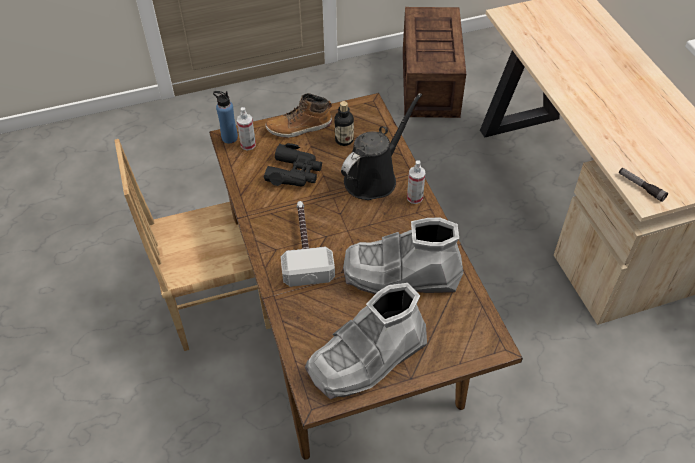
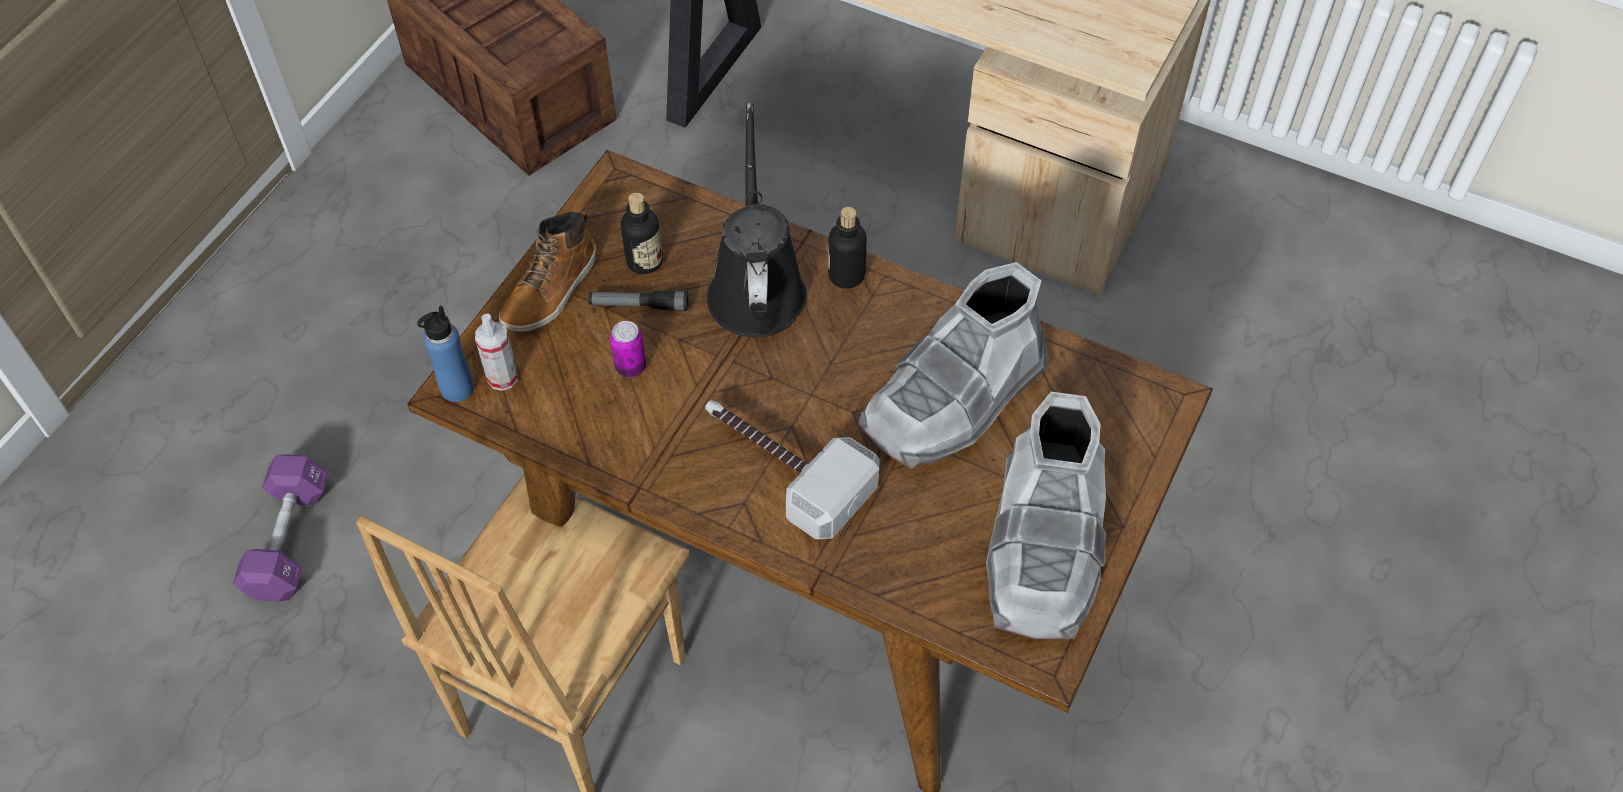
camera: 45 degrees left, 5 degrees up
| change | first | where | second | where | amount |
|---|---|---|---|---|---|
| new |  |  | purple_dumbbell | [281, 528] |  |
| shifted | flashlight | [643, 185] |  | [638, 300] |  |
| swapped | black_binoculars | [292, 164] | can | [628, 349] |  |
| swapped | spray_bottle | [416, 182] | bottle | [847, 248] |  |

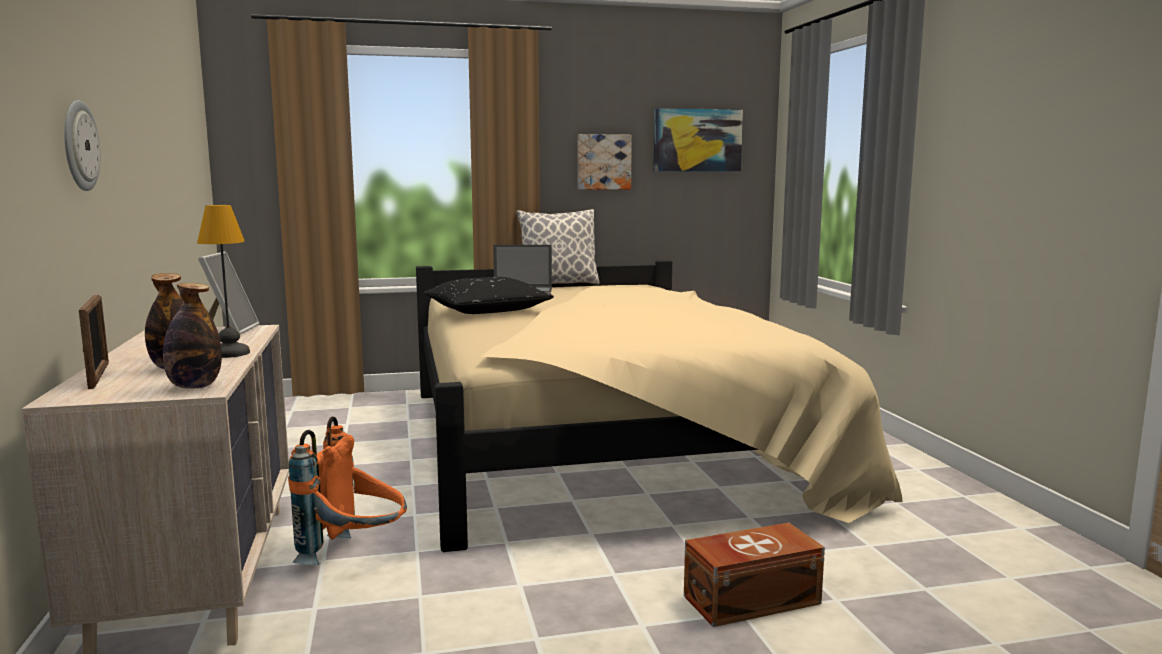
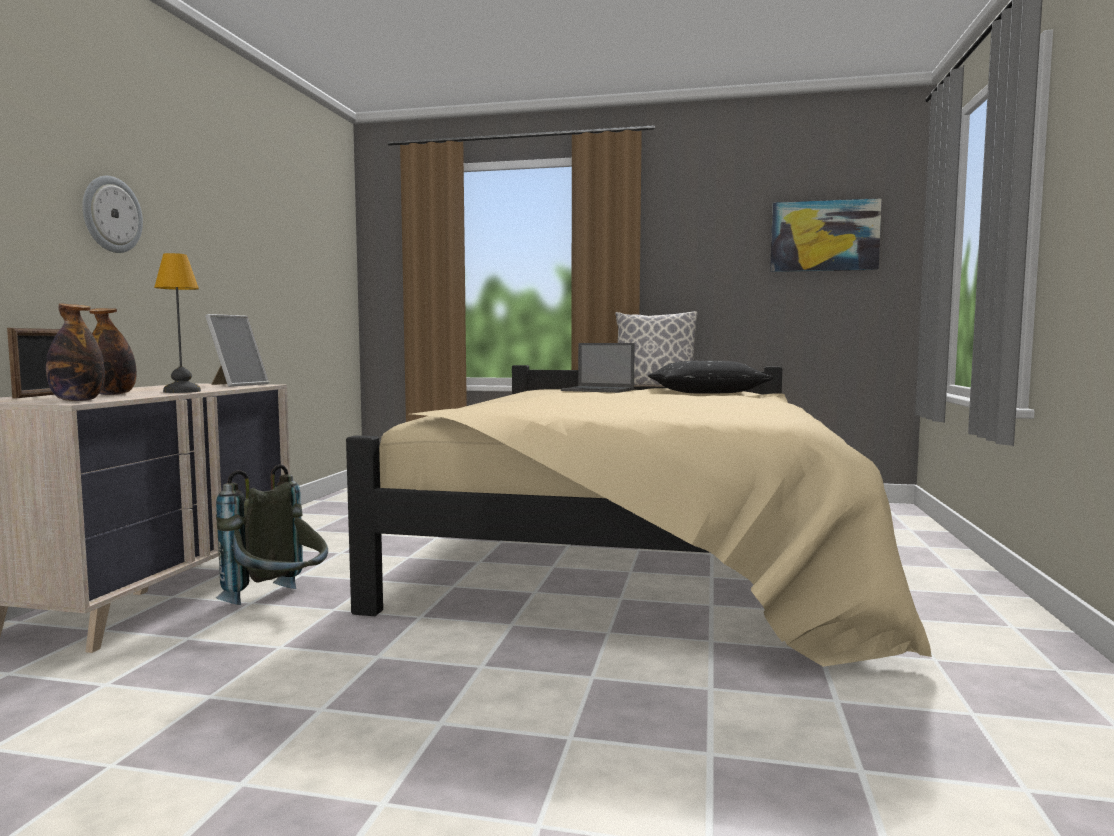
camera: 25 degrees right, 5 degrees down
| change | first | where | second | where | amount |
|---|---|---|---|---|---|
| gone | picture | [605, 162] |  |  |  |
| gone | brown_storage_box | [754, 575] |  |  |  |
| shifted | black_pillow | [488, 295] |  | [710, 377] |  |
| repainted | orange_backpack | [347, 490] | grey_backpack | [272, 534] |  |

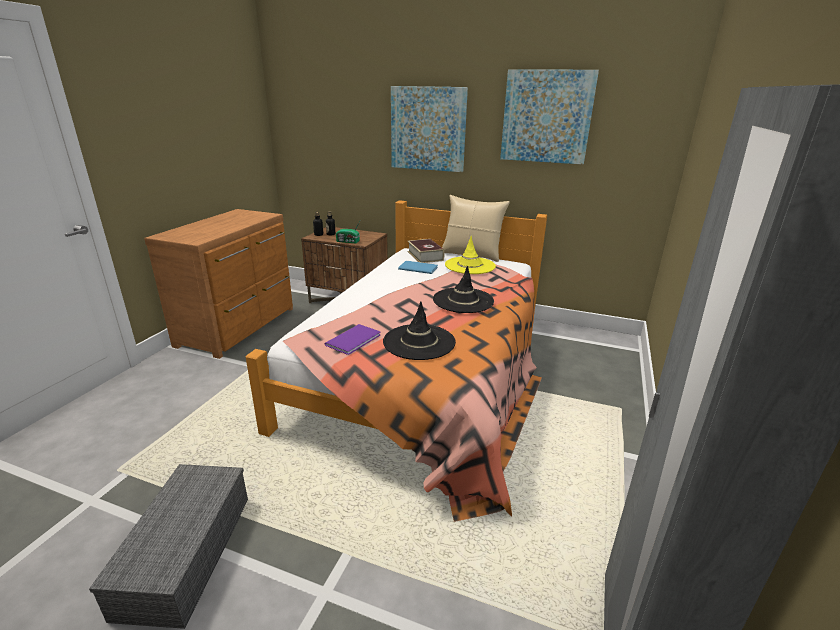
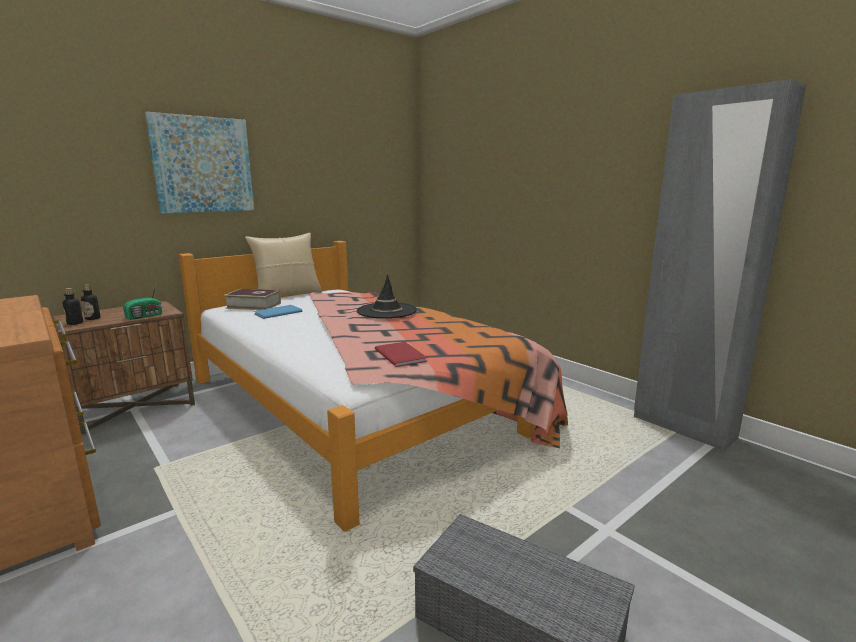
camera: 60 degrees left, 10 degrees down
| change | first | where | second | where | amount |
|---|---|---|---|---|---|
| gone | black_hat | [419, 330] |  |  |  |
| gone | yellow_hat | [470, 255] |  |  |  |
| gone | picture | [549, 117] |  |  |  |
| repainted | purple_book | [352, 339] | red_book | [401, 354] |  |

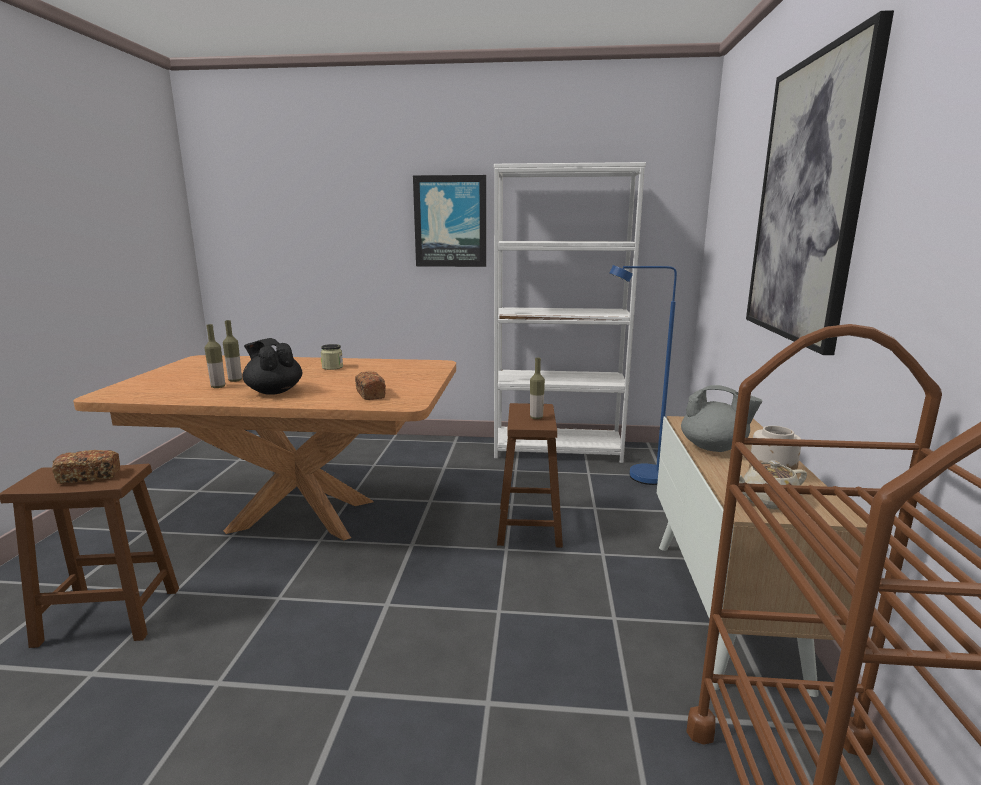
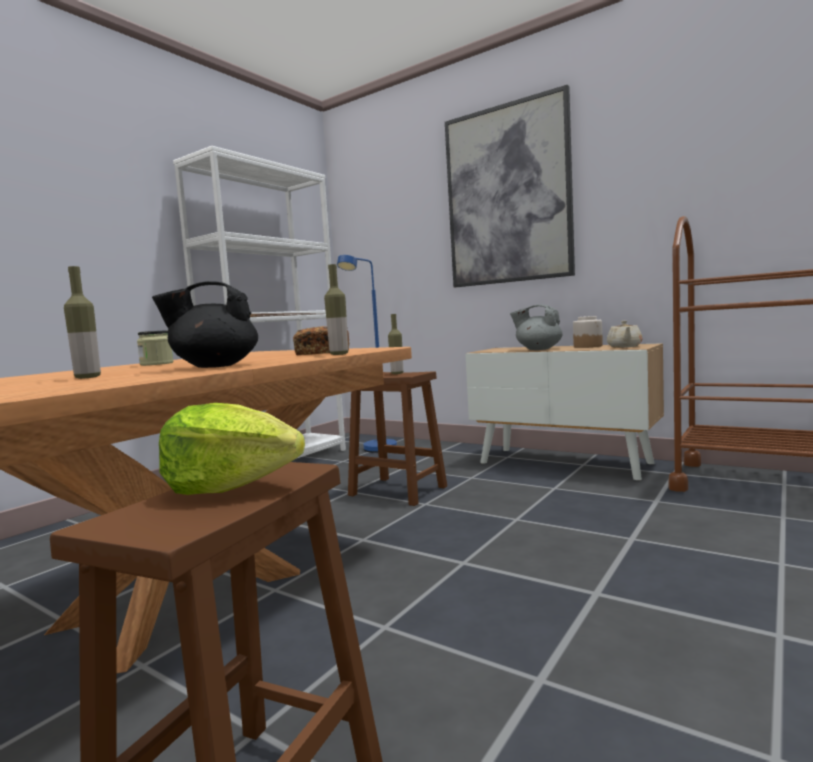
camera: 60 degrees left, 10 degrees down
| change | first | where | second | where | amount |
|---|---|---|---|---|---|
| gone | picture | [449, 221] |  |  |  |
| shifted | bottle | [215, 356] |  | [336, 309] |  |
| swapped | bread | [86, 467] | lettuce | [232, 449] |  |
| rotated | grey_teapot | [721, 418] |  | [536, 327] | 120 degrees counterclockwise |

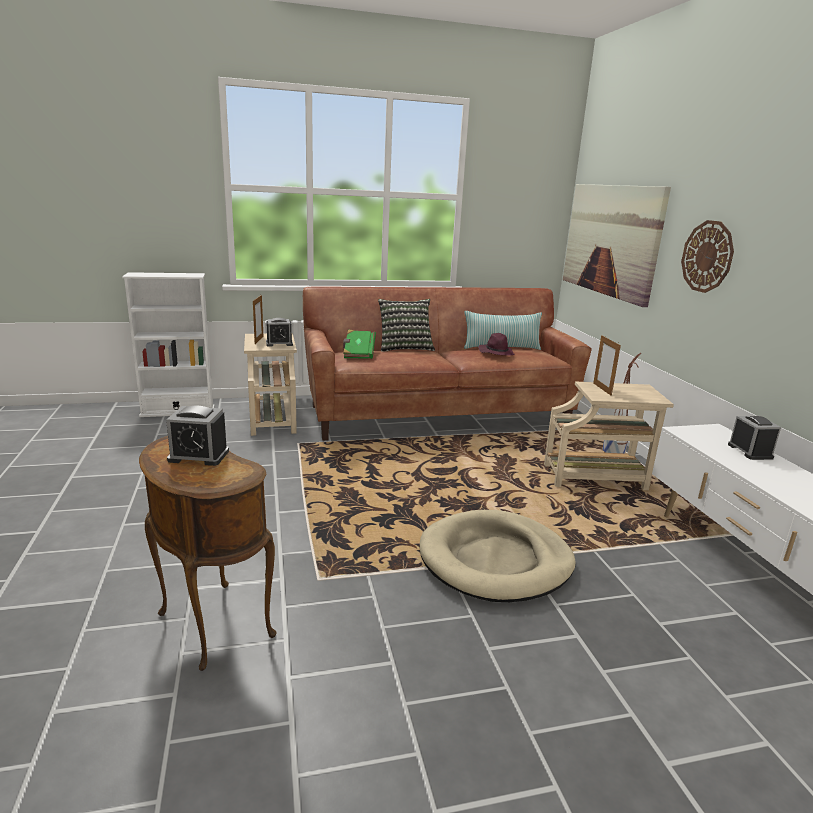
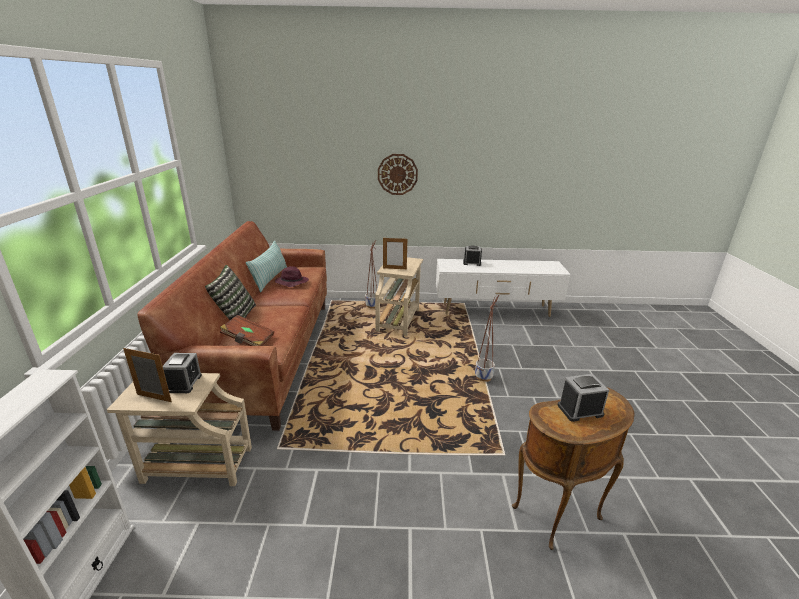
camera: 75 degrees left, 5 degrees up
| change | first | where | second | where | amount |
|---|---|---|---|---|---|
| gone | picture | [617, 245] |  |  |  |
| swapped | beige_dog_bed | [498, 556] | planter | [487, 338] |  |
| repainted | green_book | [359, 344] | brown_book | [247, 330] |  |
| rotated | alarm_clock | [197, 436] |  | [583, 398] | 120 degrees counterclockwise |

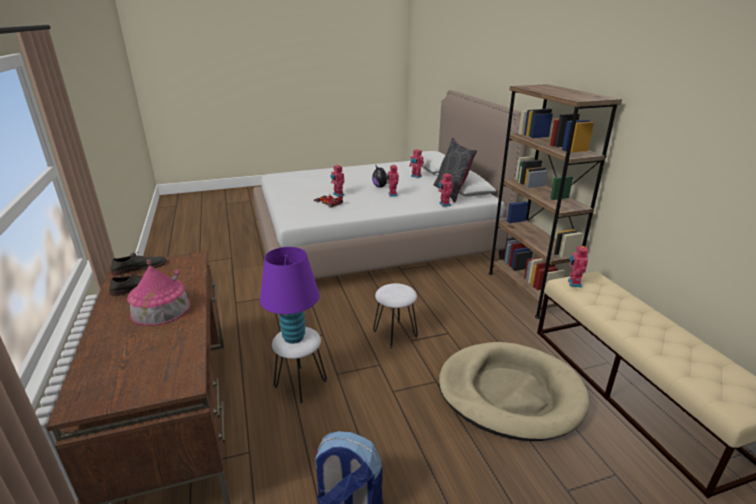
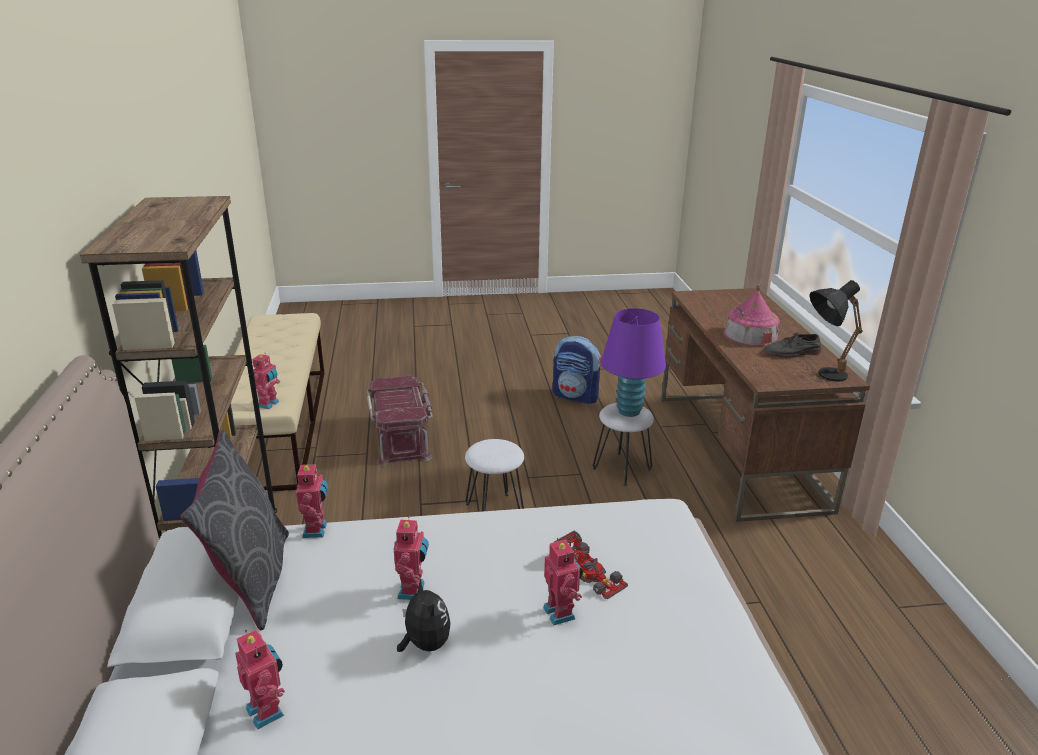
camera: 170 degrees left, 0 degrees up
| change | first | where | second | where | amount |
|---|---|---|---|---|---|
| swapped | grey_shoe | [138, 264] | black_table_lamp | [836, 331] |  |
| swapped | beige_dog_bed | [514, 391] | red_storage_box | [400, 421] |  |

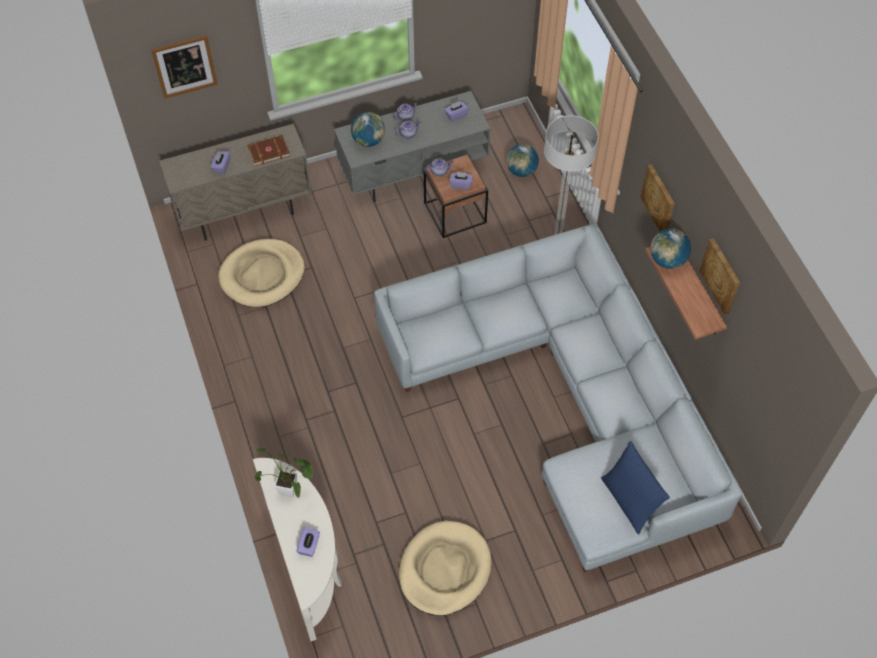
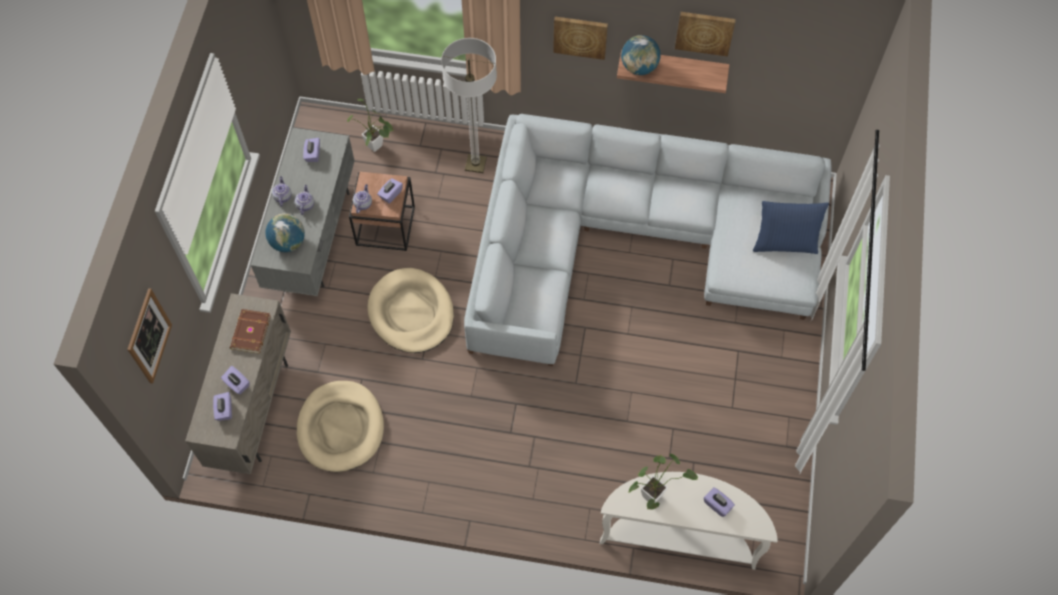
camera: 60 degrees left, 5 degrees up
| change | first | where | second | where | amount |
|---|---|---|---|---|---|
| new |  |  | purple_tissue_box | [222, 406] |  |
| shifted | beige_dog_bed | [445, 568] |  | [411, 310] |  |
| swapped | globe | [522, 160] | potted_plant | [370, 125] |  |

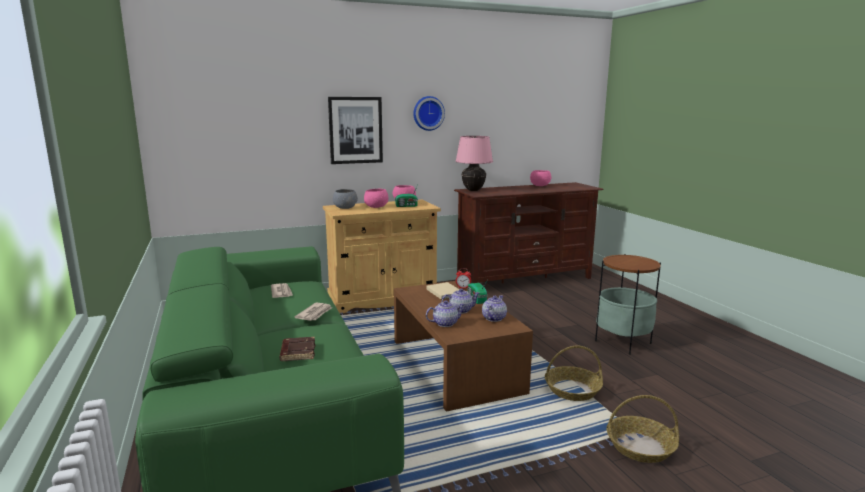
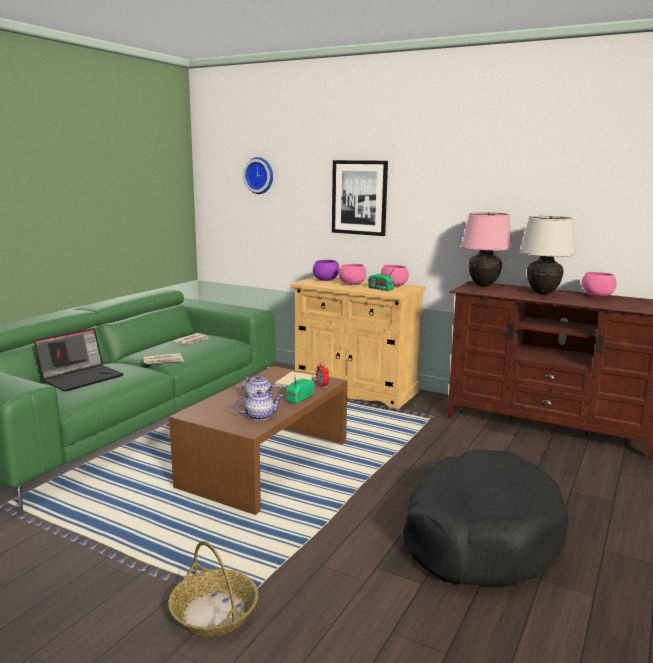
camera: 50 degrees right, 0 degrees up
| change | first | where | second | where | amount |
|---|---|---|---|---|---|
| gone | teapot | [445, 313] |  |  |  |
| gone | basket | [574, 373] |  |  |  |
| new |  |  | beige_table_lamp | [547, 255] |  |
| shifted | wall_clock | [429, 113] |  | [258, 175] |  |
| swapped | brown_book | [297, 349] | laptop | [79, 359] |  |
| swapped | side_table | [628, 304] | black_dog_bed | [486, 518] |  |
| repainted | grey_bowl | [345, 199] | purple_bowl | [326, 270] |  |

